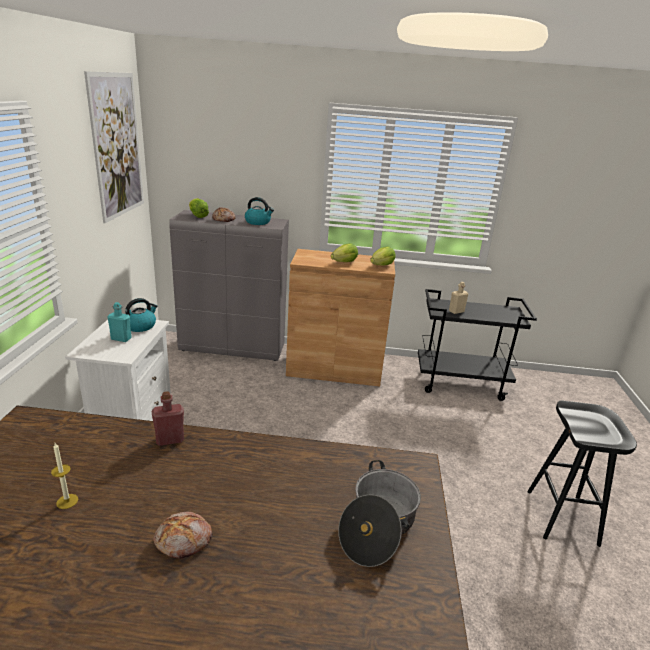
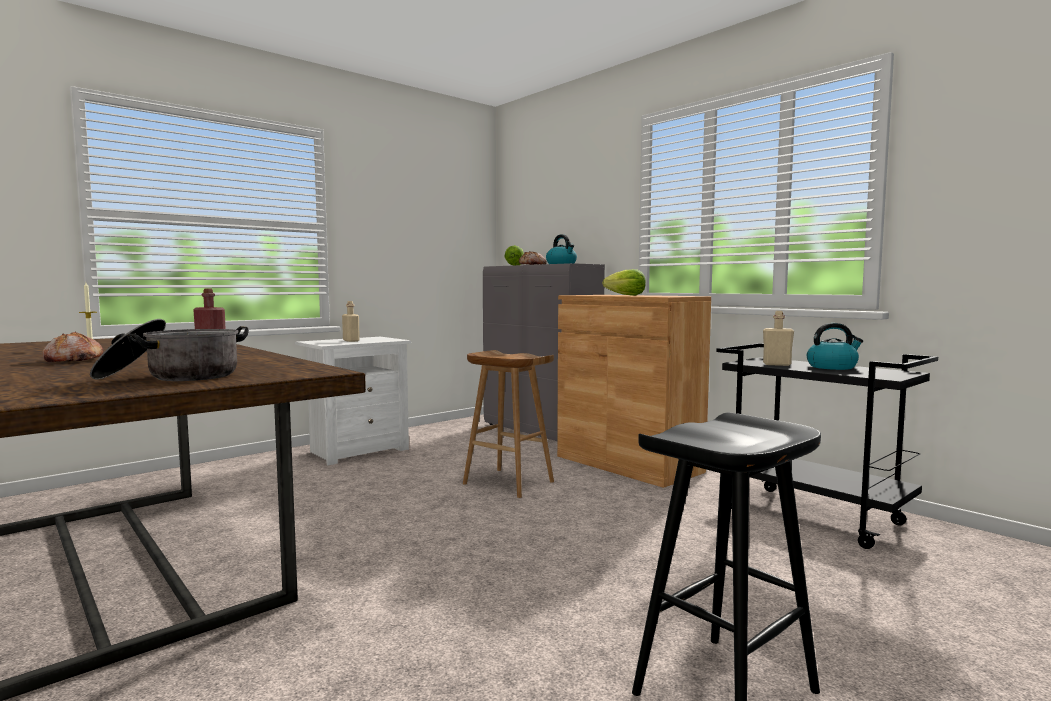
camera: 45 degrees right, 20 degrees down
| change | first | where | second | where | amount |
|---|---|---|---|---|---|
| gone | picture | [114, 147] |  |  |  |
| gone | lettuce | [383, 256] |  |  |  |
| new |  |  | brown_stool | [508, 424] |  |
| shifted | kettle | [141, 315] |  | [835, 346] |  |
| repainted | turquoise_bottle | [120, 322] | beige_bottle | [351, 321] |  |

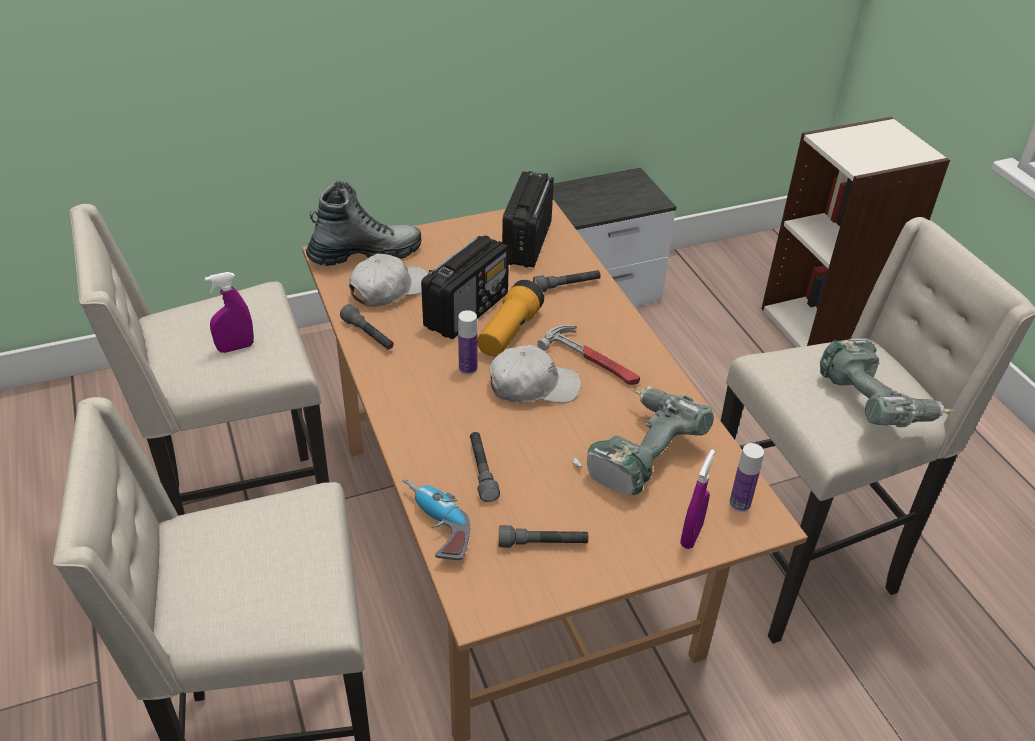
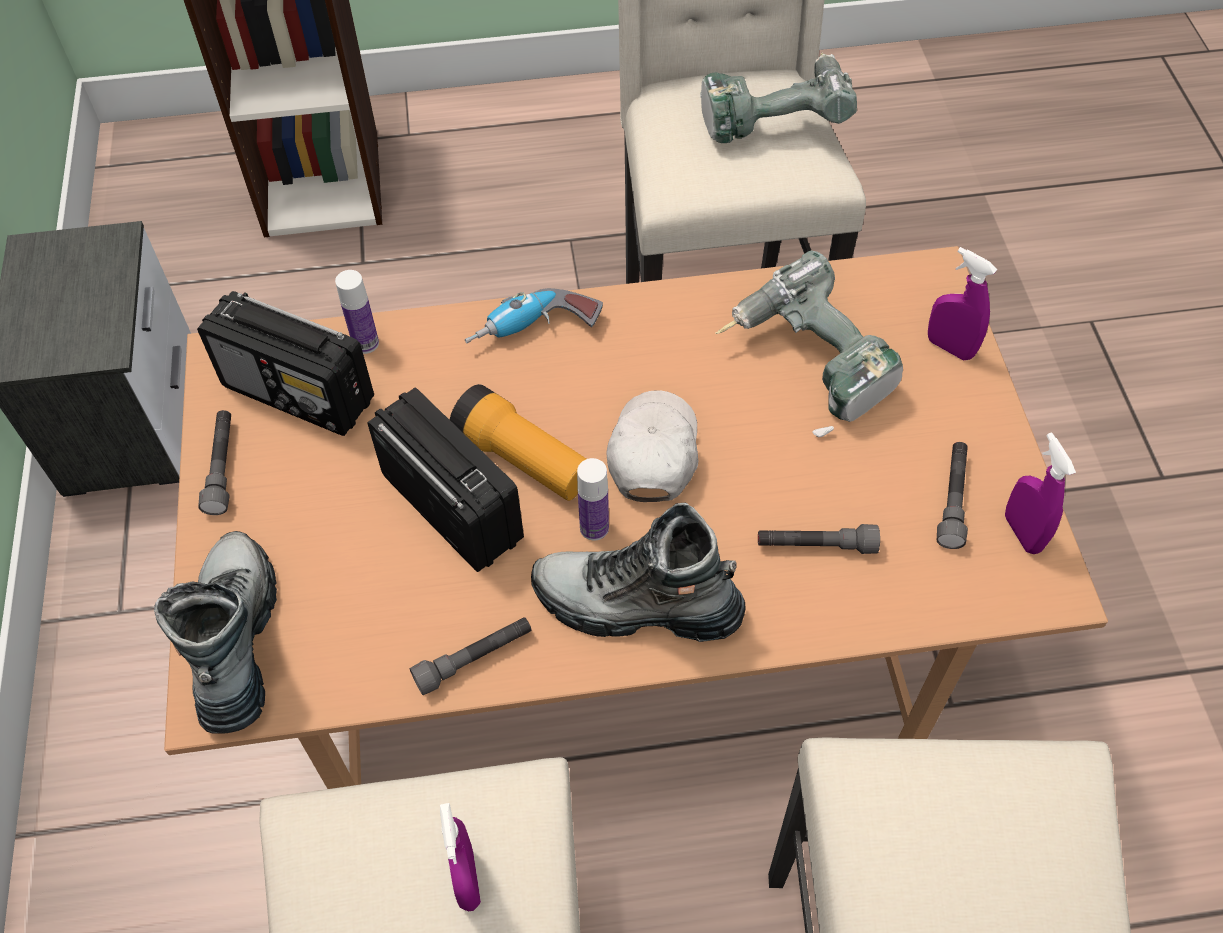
camera: 75 degrees left, 15 degrees up
| change | first | where | second | where | amount |
|---|---|---|---|---|---|
| gone | white_cap | [388, 280] |  |  |  |
| gone | hammer | [588, 355] |  |  |  |
| new |  |  | boot | [638, 572] |  |
| new |  |  | purple_spray_bottle | [1040, 493] |  |
| shifted | power_drill | [436, 519] |  | [534, 315] |  |
| shifted | grey_flashlight | [567, 281] |  | [214, 462] |  |
| shifted | bottle | [746, 477] |  | [357, 312] |  |

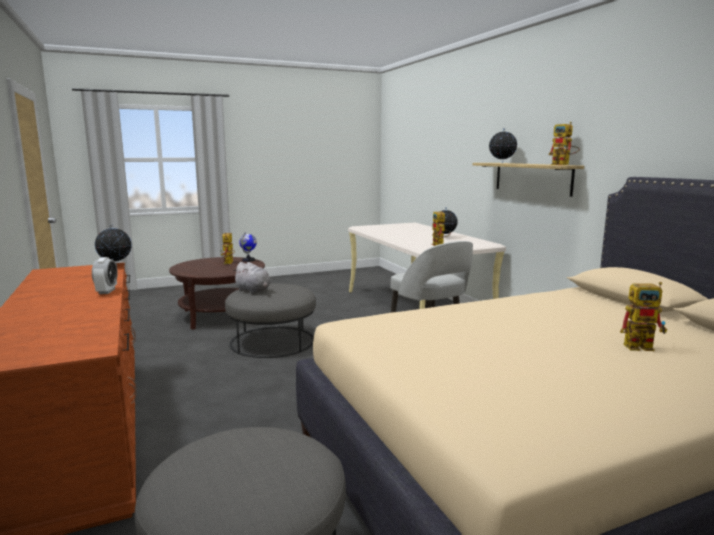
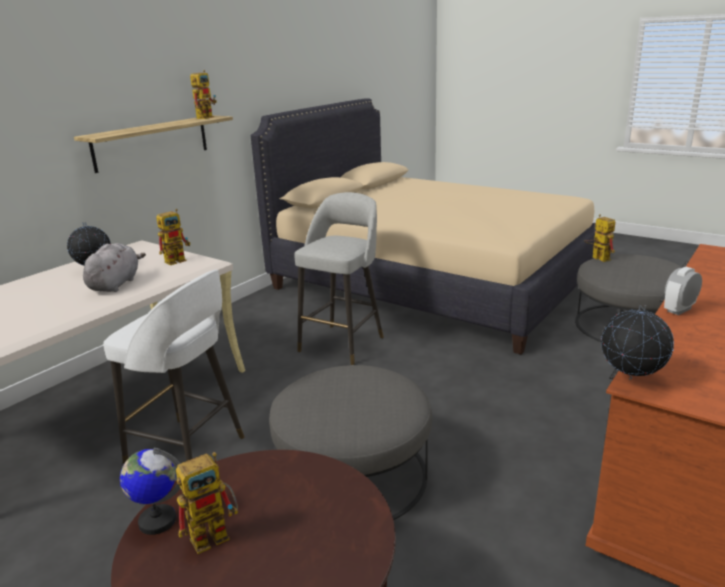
camera: 120 degrees left, 10 degrees up
| change | first | where | second | where | amount |
|---|---|---|---|---|---|
| gone | globe | [503, 145] |  |  |  |
| new |  |  | white_stool | [174, 367] |  |
| shifted | grey_plush_toy | [252, 278] |  | [114, 267] |  |
| shifted | toy_robot | [643, 316] |  | [599, 238] |  |

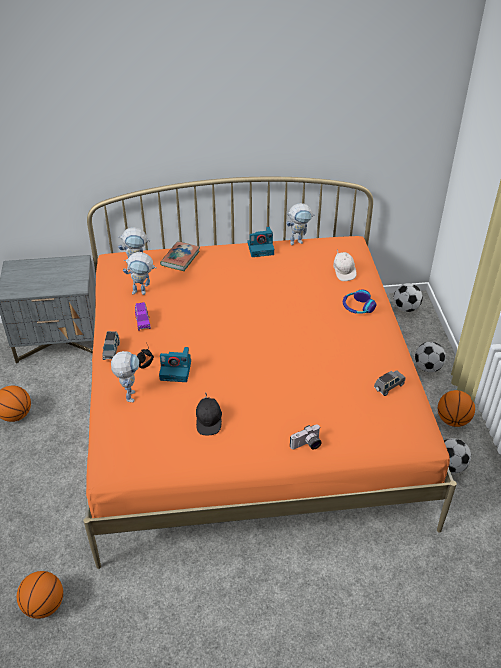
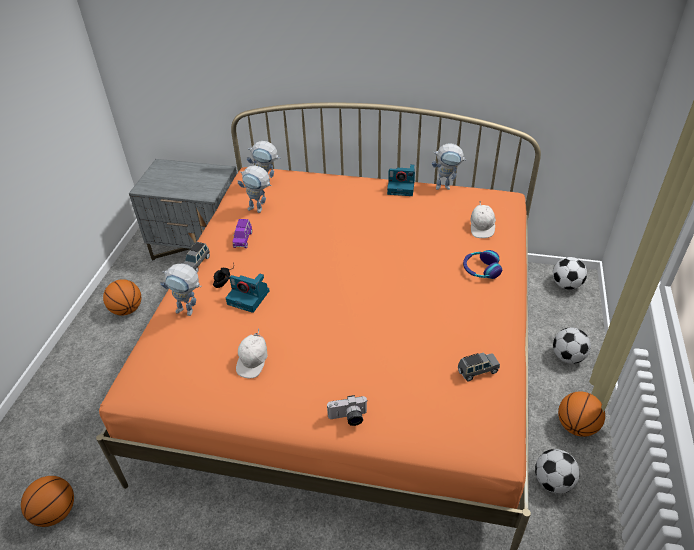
camera: 20 degrees right, 0 degrees up
| change | first | where | second | where | amount |
|---|---|---|---|---|---|
| gone | book | [180, 256] |  |  |  |
| repainted | black_cap | [209, 414] | white_cap | [252, 353] |  |
| rotated | toy_robot | [125, 376] |  | [181, 290] | 90 degrees clockwise |

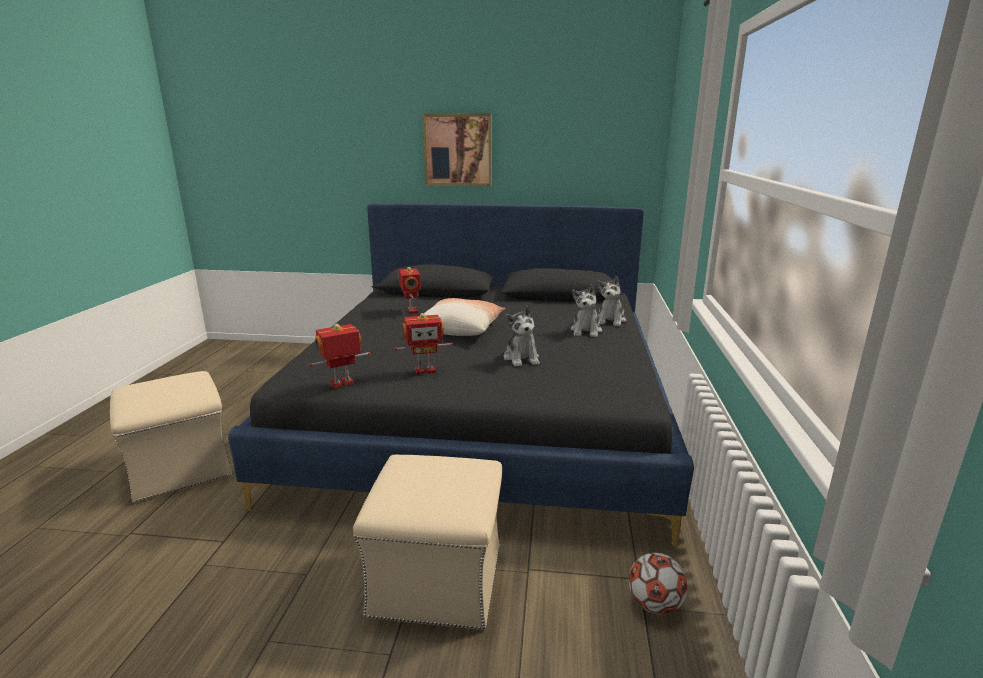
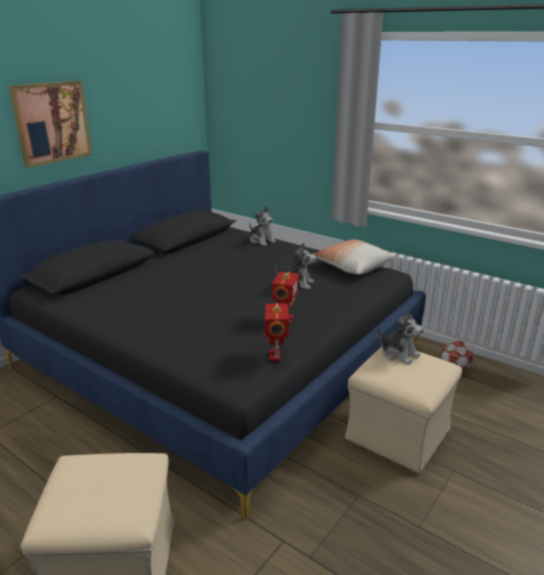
camera: 60 degrees left, 5 degrees up
| change | first | where | second | where | amount |
|---|---|---|---|---|---|
| gone | toy_robot | [409, 290] |  |  |  |
| shifted | pillow | [464, 317] |  | [354, 257] |  |
| shifted | plush_toy | [586, 310] |  | [400, 337] |  |

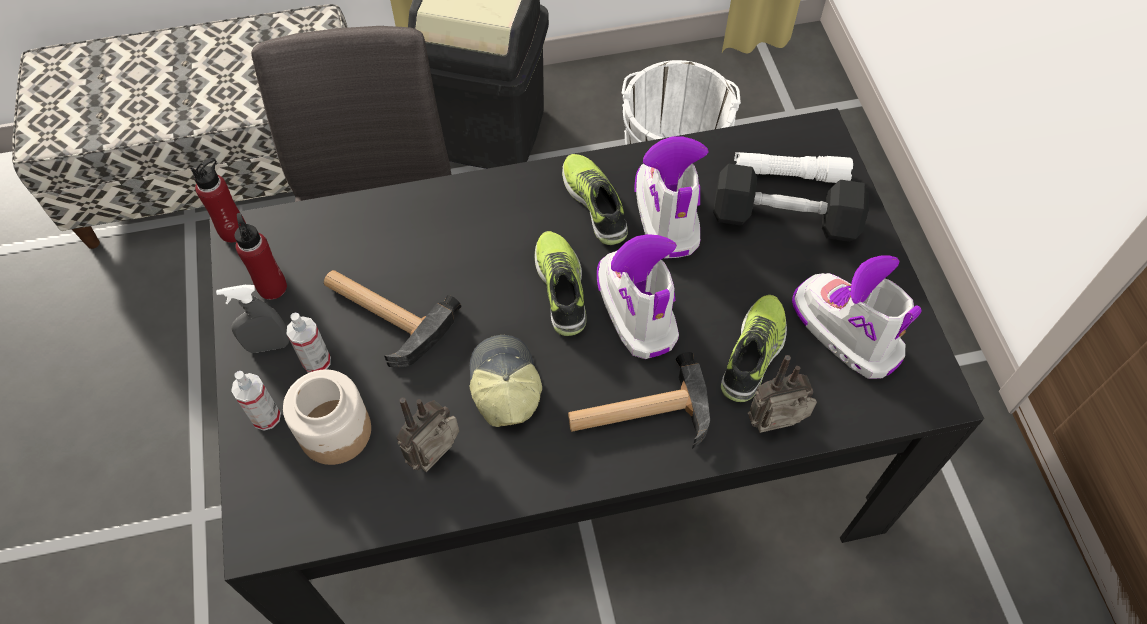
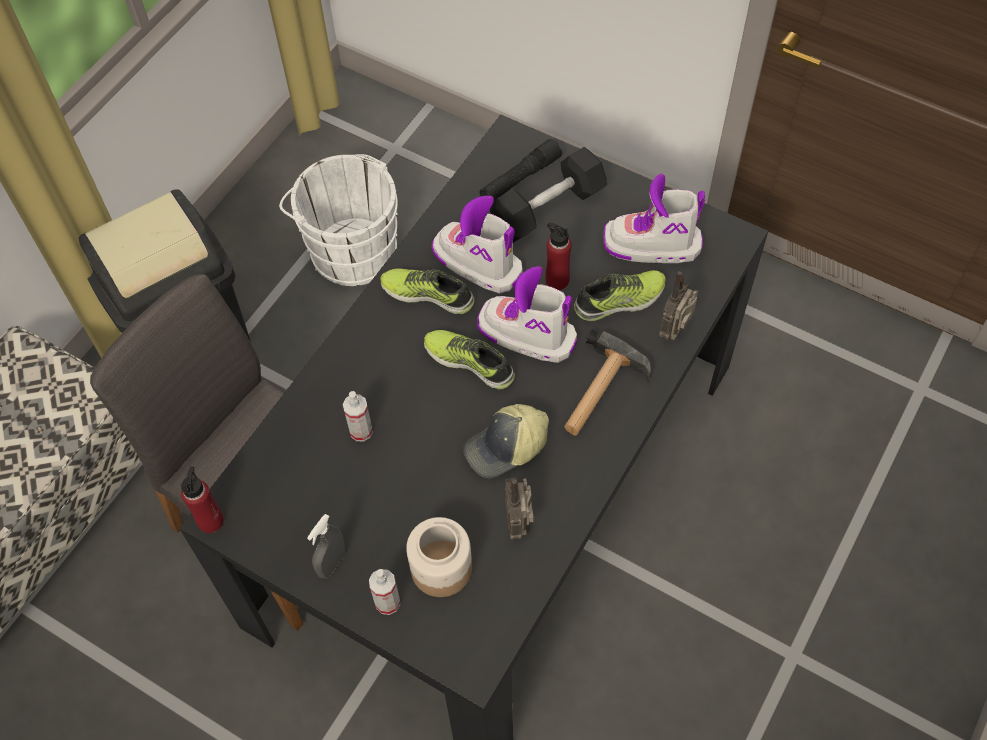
camera: 45 degrees left, 0 degrees up
| change | first | where | second | where | amount |
|---|---|---|---|---|---|
| gone | hammer | [392, 319] |  |  |  |
| shifted | red_bottle | [260, 256] |  | [558, 256] |  |
| shifted | spray_bottle | [309, 343] |  | [358, 416] |  |
| repainted | white_flashlight | [793, 167] | black_flashlight | [520, 169] |  |
| rotated | cap | [506, 381] |  | [506, 441] | 60 degrees counterclockwise |
| rotated | shoe | [754, 348] |  | [620, 295] | 90 degrees clockwise |

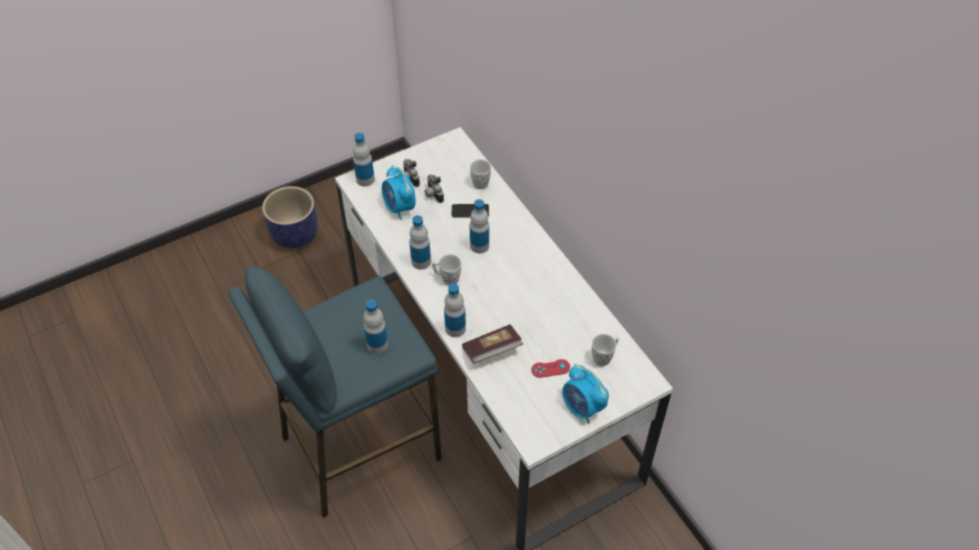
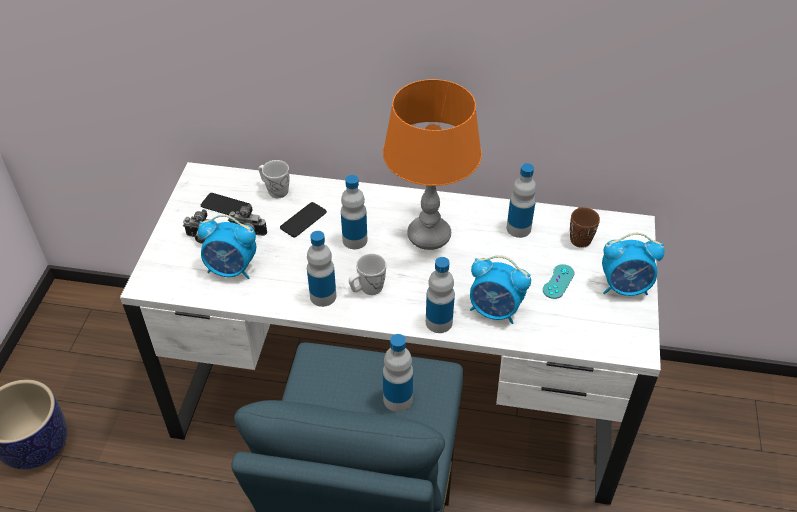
camera: 50 degrees left, 5 degrees down
| change | first | where | second | where | amount |
|---|---|---|---|---|---|
| new |  |  | phone | [226, 204] |  |
| new |  |  | orange_table_lamp | [432, 164] |  |
| shifted | bottle | [364, 160] |  | [521, 200] |  |
| swapped | book | [492, 344] | alarm_clock | [500, 289] |  |
| repainted | red_game_controller | [550, 368] | turquoise_game_controller | [559, 281] |  |
| repainted | white_mug | [605, 350] | brown_mug | [585, 227] |  |

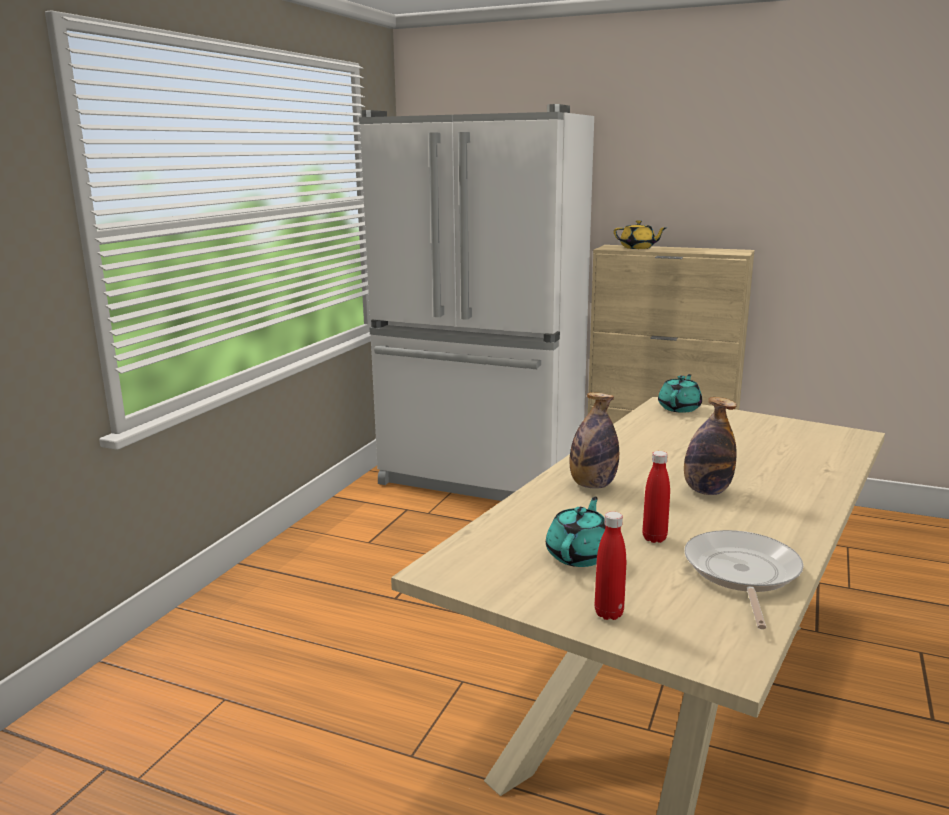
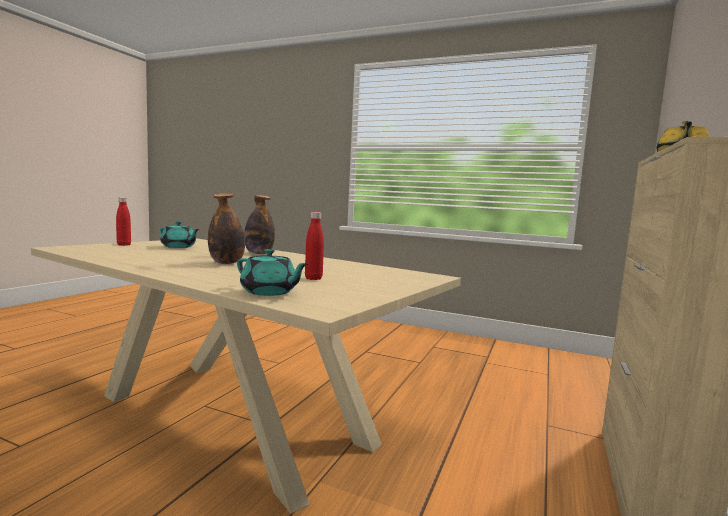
camera: 90 degrees right, 10 degrees down
| change | first | where | second | where | amount |
|---|---|---|---|---|---|
| gone | white_fridge | [476, 302] |  |  |  |
| gone | frying_pan | [744, 579] |  |  |  |
| shifted | red_bottle | [656, 497] |  | [314, 246] |  |
| shifted | turquoise_teapot | [680, 393] |  | [272, 272] |  |

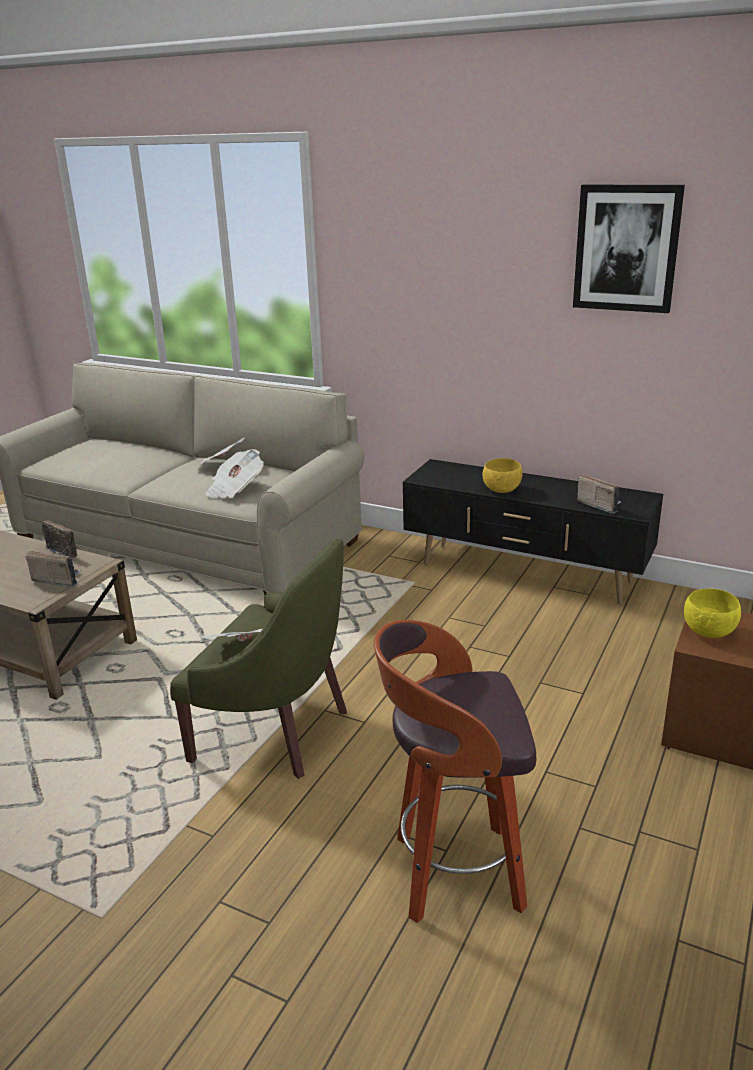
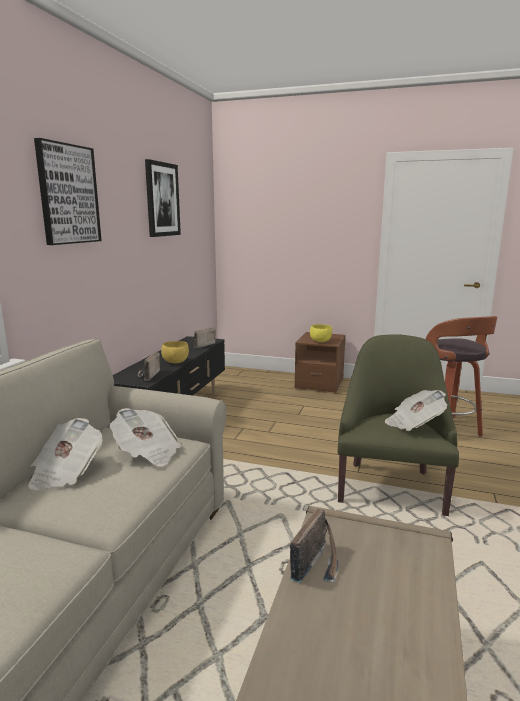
camera: 100 degrees left, 10 degrees down
| change | first | where | second | where | amount |
|---|---|---|---|---|---|
| new |  |  | picture | [68, 191] |  |
| shifted | radio | [53, 569] |  | [149, 366] |  |

